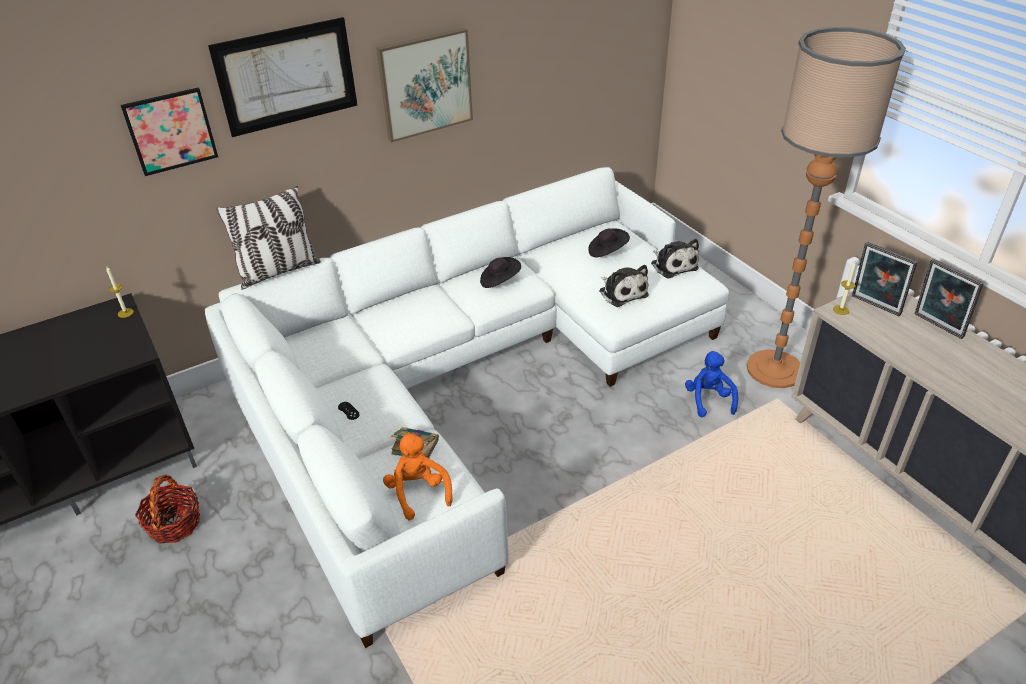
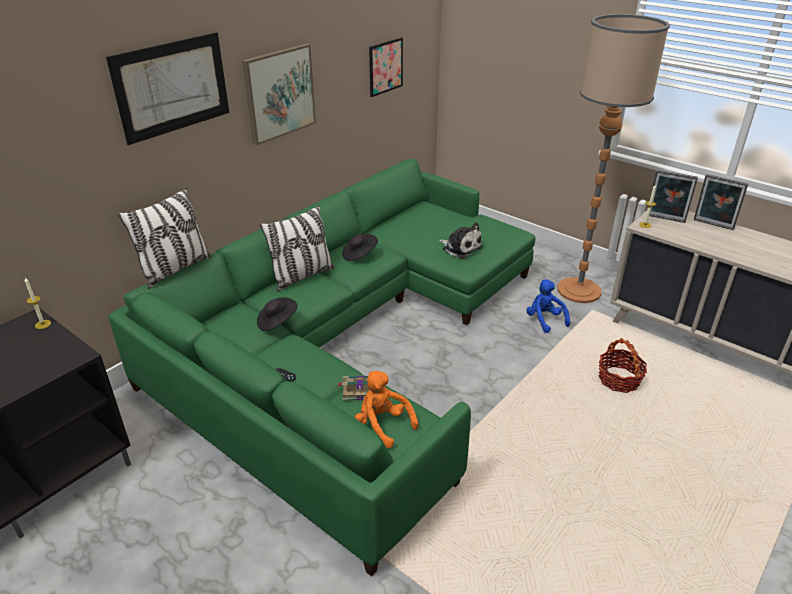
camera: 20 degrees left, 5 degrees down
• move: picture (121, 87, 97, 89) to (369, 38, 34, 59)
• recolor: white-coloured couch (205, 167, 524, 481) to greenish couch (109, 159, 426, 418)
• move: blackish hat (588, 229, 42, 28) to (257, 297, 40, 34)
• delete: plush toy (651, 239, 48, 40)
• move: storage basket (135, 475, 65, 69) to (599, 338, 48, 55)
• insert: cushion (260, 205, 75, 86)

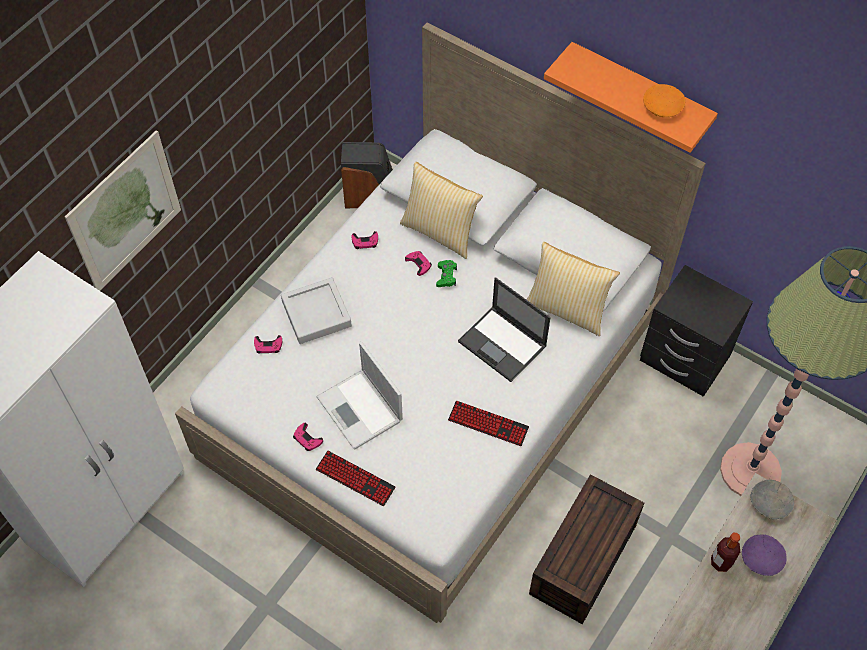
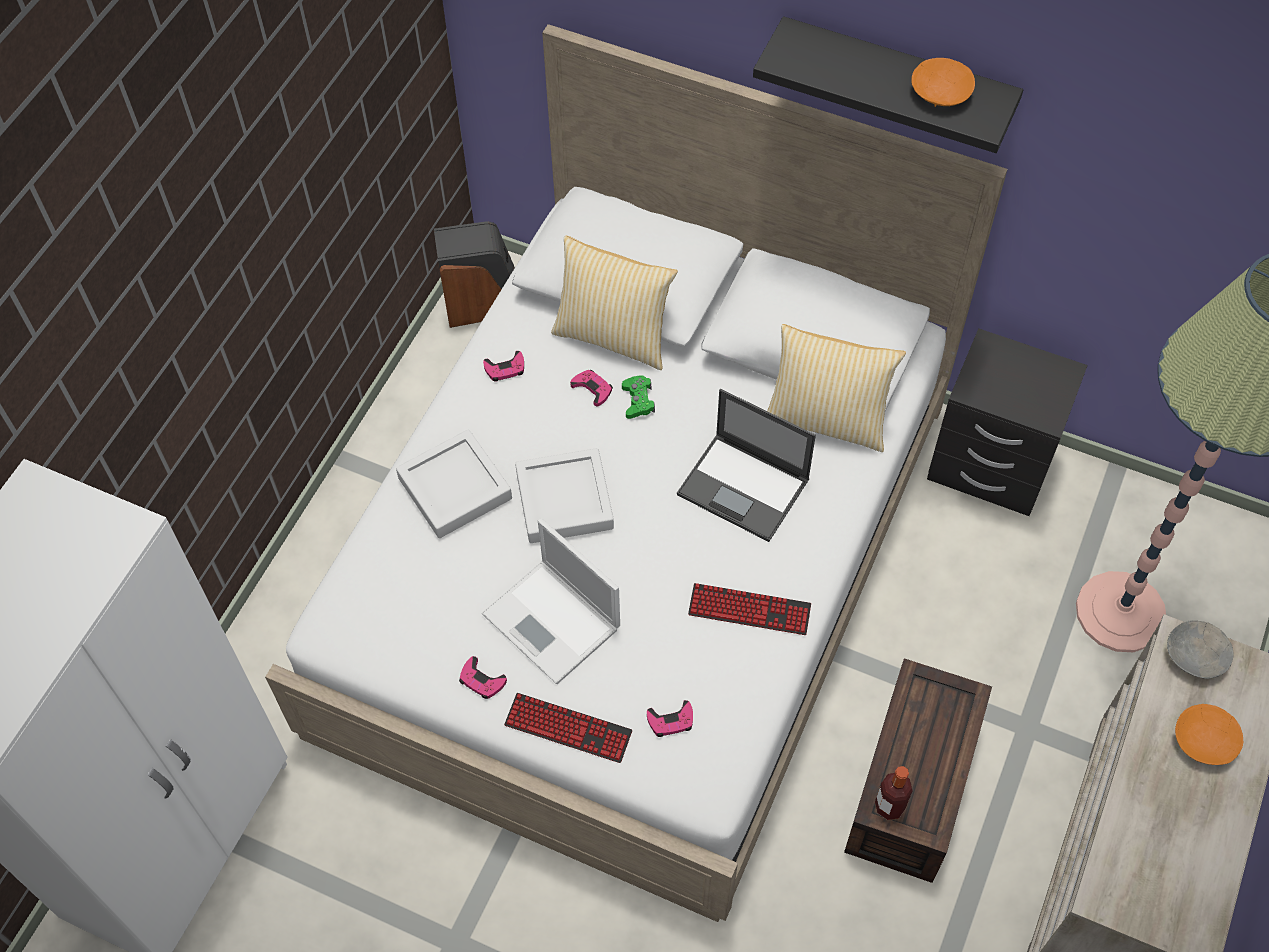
camera: 10 degrees left, 0 degrees up
• recolor: orangey wall shelf (544, 42, 174, 111) to blackish wall shelf (753, 16, 270, 137)
• delete: picture (65, 131, 116, 160)
• move: pink gamepad (254, 335, 28, 19) to (647, 700, 46, 37)
• move: drink bottle (711, 533, 29, 39) to (875, 766, 38, 54)
• recolor: purplish deep dish (742, 535, 45, 41) to orangey deep dish (1175, 704, 68, 61)
• insert: grey carrying tray (515, 448, 99, 95)

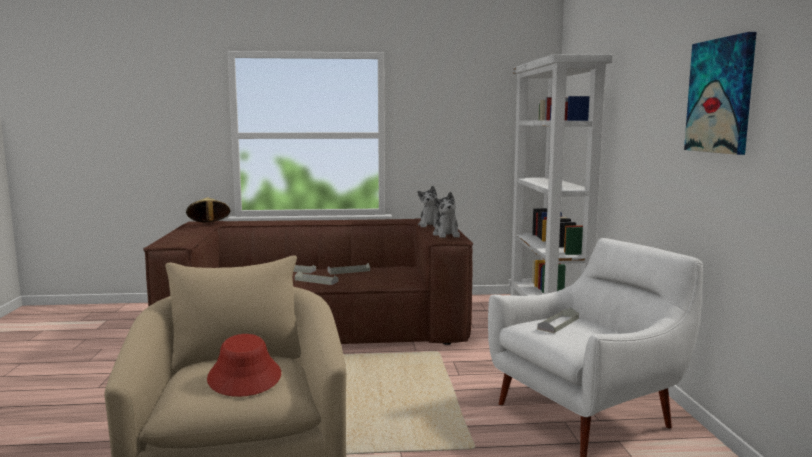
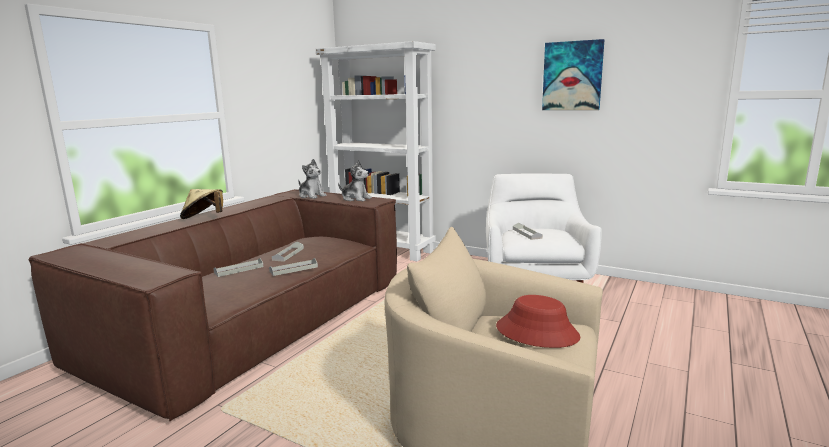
camera: 55 degrees left, 5 degrees up
• move: sand-coloured hat (186, 197, 45, 25) to (180, 189, 43, 30)

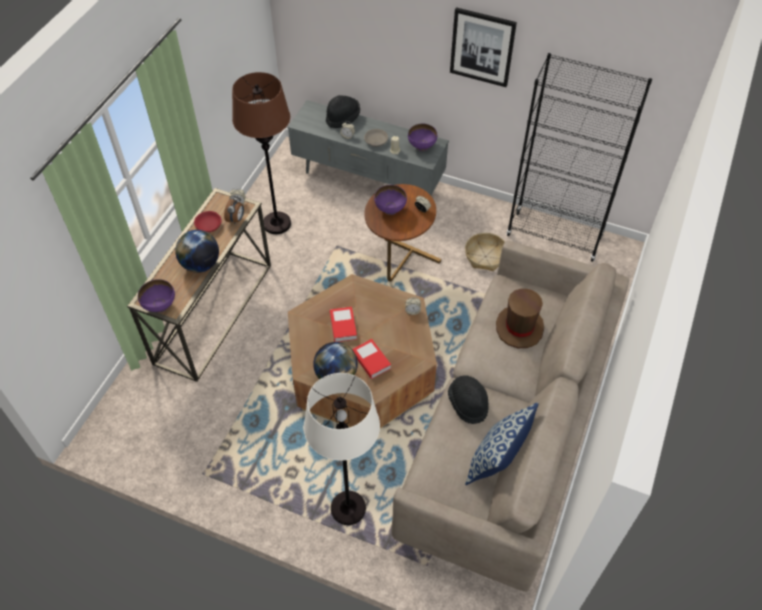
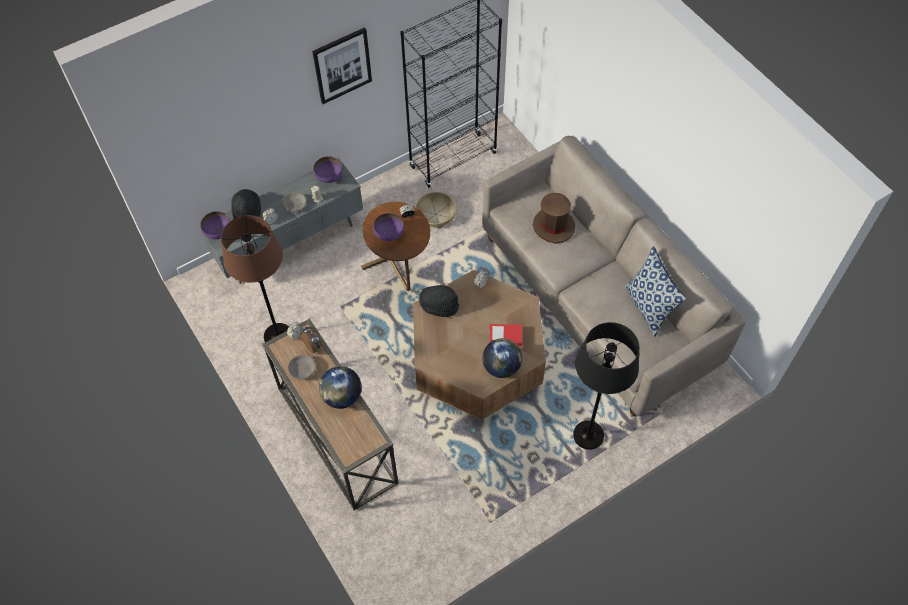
camera: 55 degrees left, 5 degrees up
• recolor: red-coloured deep dish (194, 211, 28, 21) to grey deep dish (288, 355, 28, 25)
• move: purplish deep dish (138, 279, 37, 34) to (200, 211, 30, 28)
• delete: bound book (330, 307, 27, 35)
• recolor: white-coloured standard lamp (304, 373, 76, 152) to blackish standard lamp (573, 322, 66, 128)
• move: blackish hat (448, 375, 41, 49) to (419, 285, 40, 32)

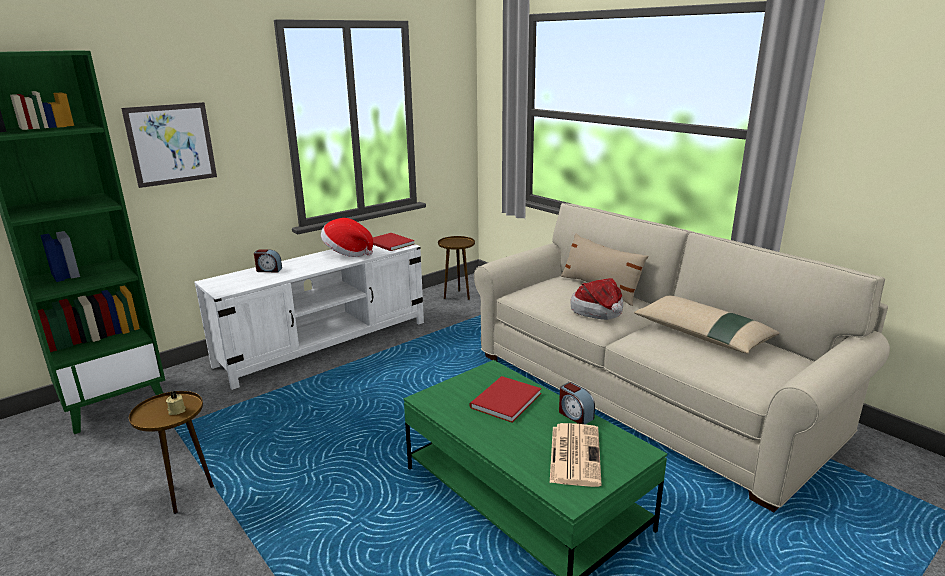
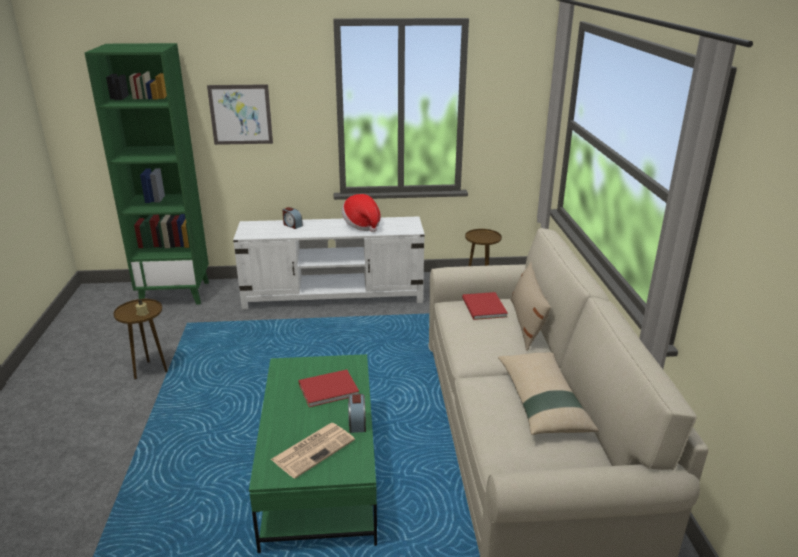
camera: 35 degrees right, 5 degrees up
• move: red-coloured bound book (373, 233, 42, 18) to (462, 292, 46, 28)
• delete: hat (571, 278, 52, 42)

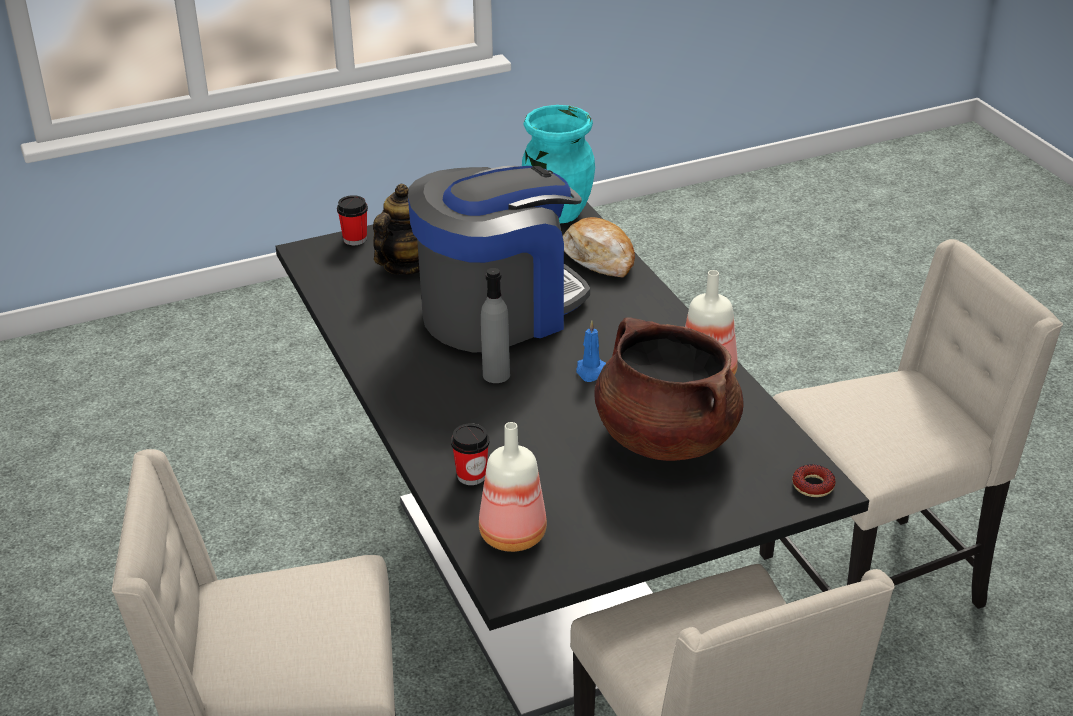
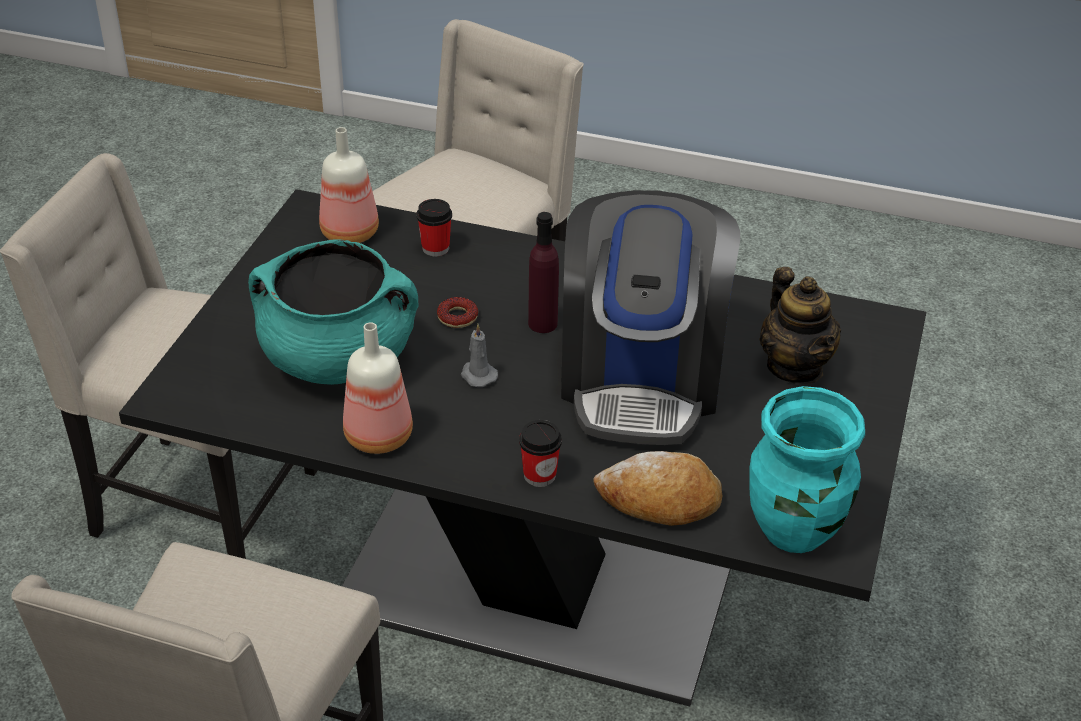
camera: 130 degrees right, 5 degrees up
• move: cup (337, 195, 31, 50) to (519, 420, 43, 67)
• recolor: grey drink bottle (481, 268, 29, 115) to purplish drink bottle (528, 212, 31, 121)
• recolor: brown-coloured stockpot (594, 317, 149, 144) to turquoise stockpot (248, 239, 170, 146)
• recolor: blue wax candle (576, 321, 30, 61) to grey wax candle (461, 324, 37, 63)
• move: ring doughnut (793, 464, 43, 33) to (437, 297, 41, 31)

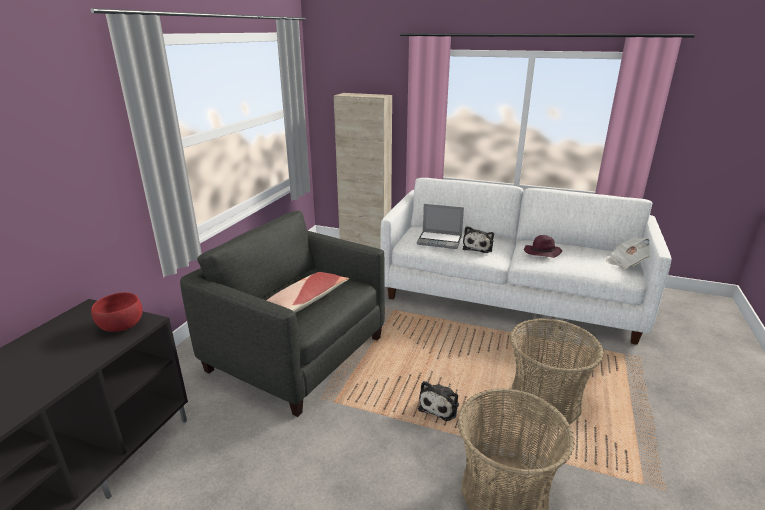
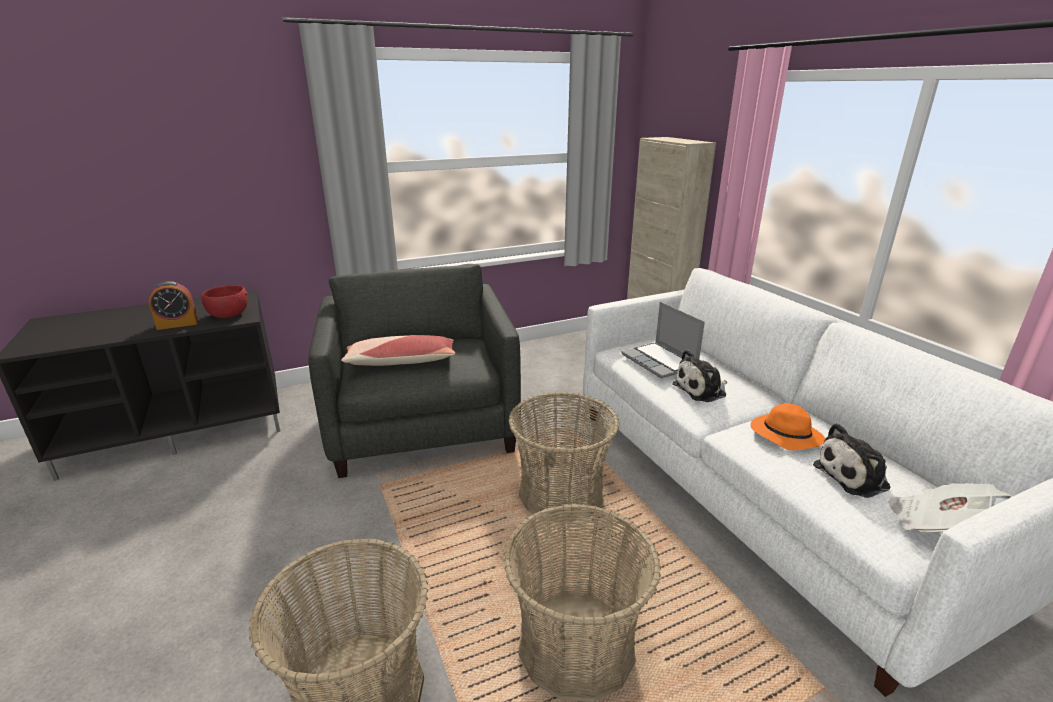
camera: 45 degrees right, 0 degrees up
• recolor: purplish hat (524, 235, 38, 23) to orangey hat (750, 404, 75, 46)
• move: plush toy (418, 381, 41, 40) to (813, 423, 78, 75)
• insert: alarm clock (149, 281, 49, 49)
• insert: storage basket (508, 392, 111, 130)

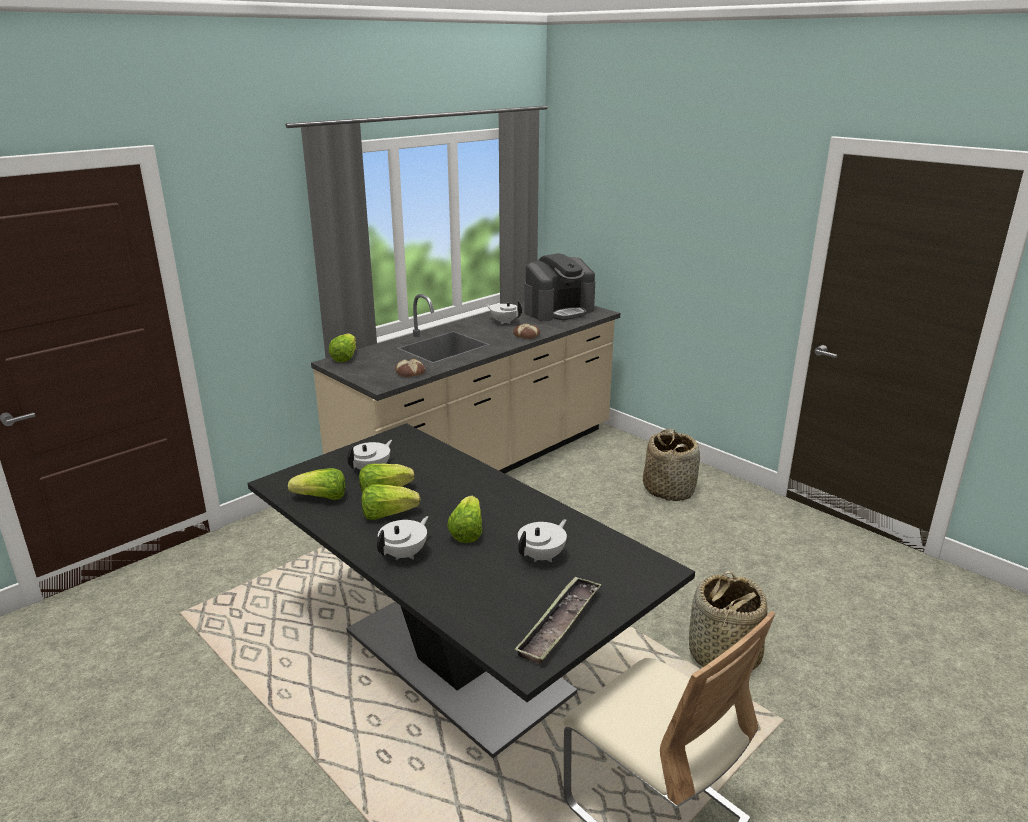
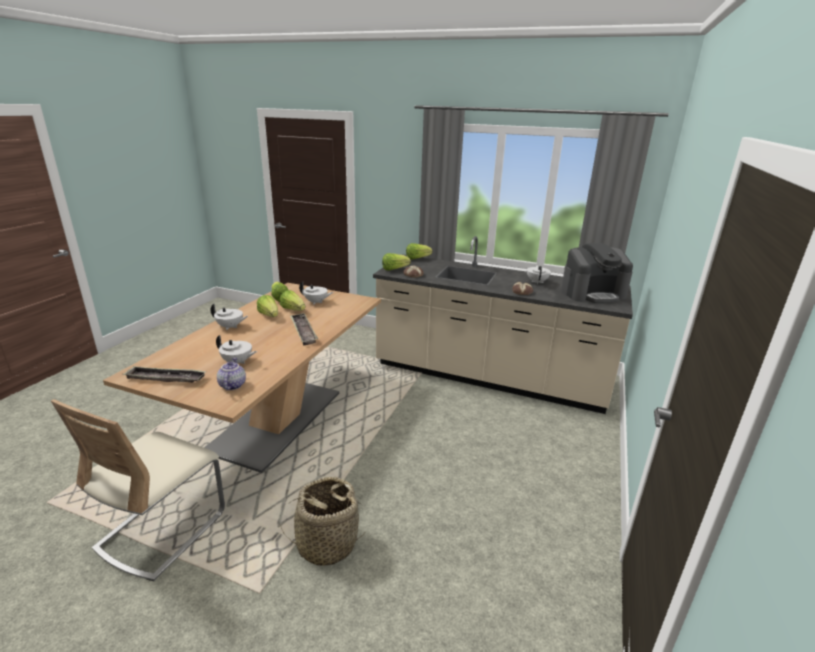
camera: 65 degrees right, 0 degrees up
• rotate: coffee machine (524, 253, 71, 68) = (561, 243, 72, 60) 45 degrees counterclockwise
• recolor: blackish dining table (247, 423, 448, 335) to sand-coloured dining table (103, 283, 278, 190)
• delete: storage basket (643, 429, 57, 72)
• move: lettuce (447, 496, 35, 47) to (382, 253, 29, 18)
• insert: carrying tray (290, 313, 28, 32)
• insert: pot for tea (217, 358, 29, 32)

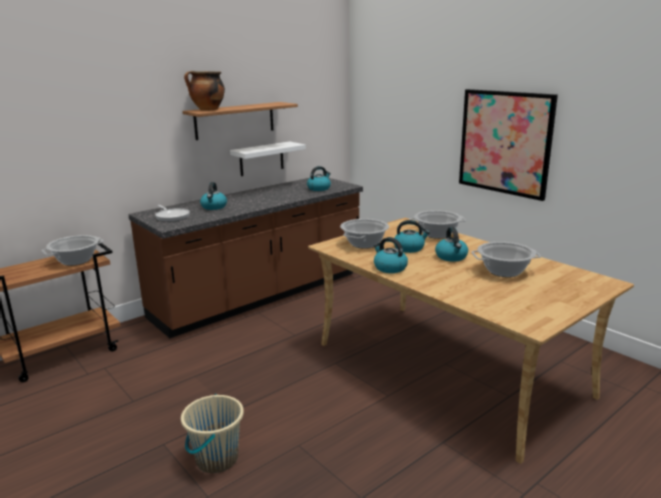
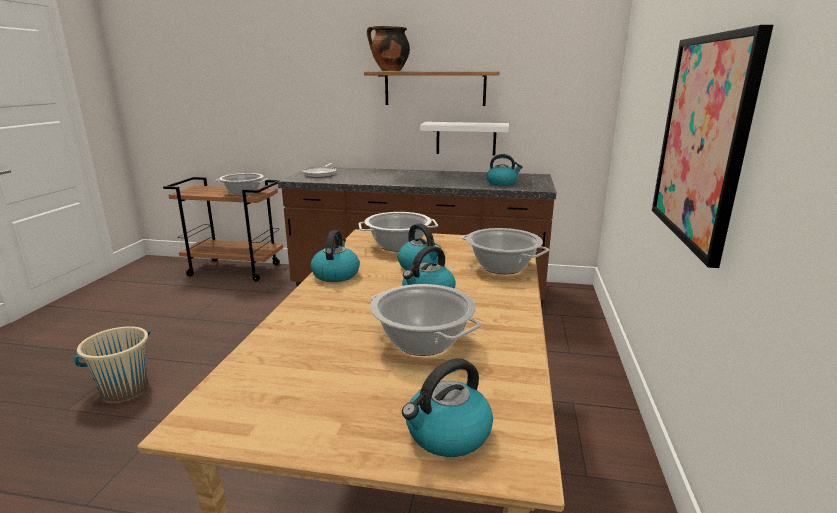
camera: 50 degrees right, 0 degrees up
• move: tea kettle (200, 182, 27, 28) to (402, 358, 91, 99)

